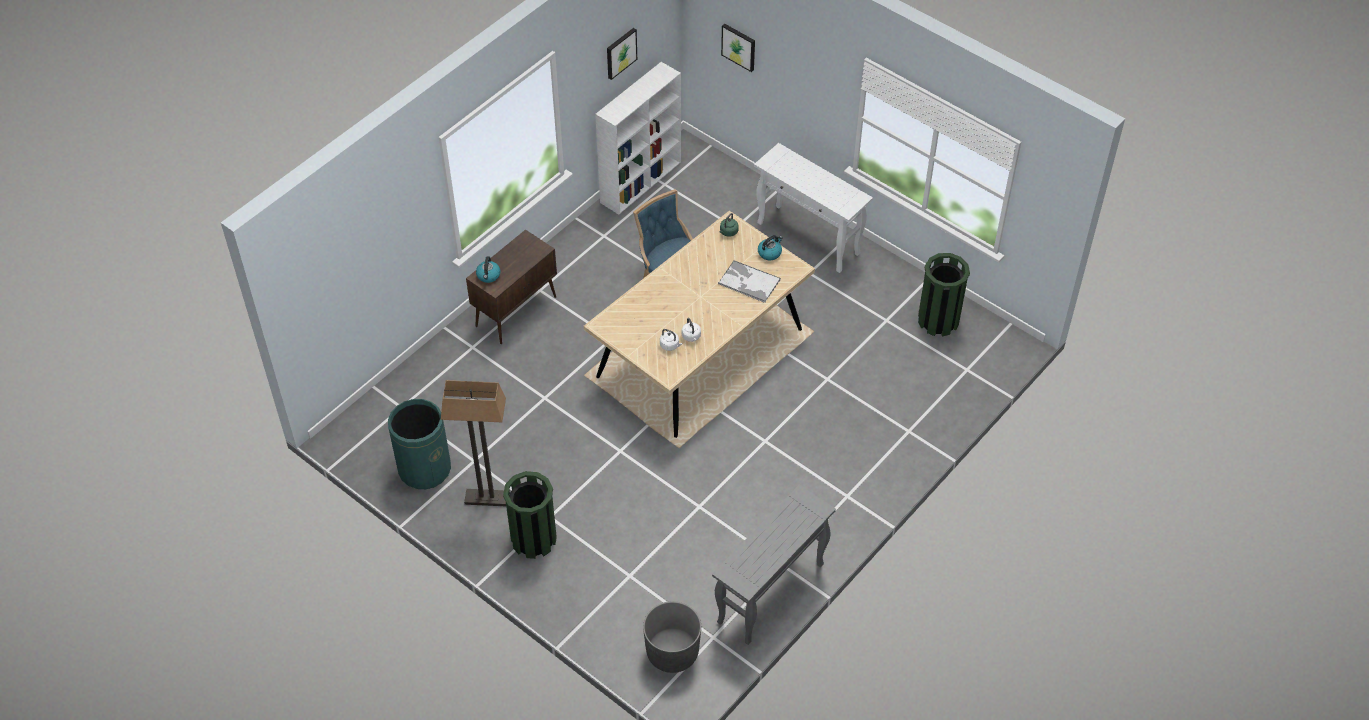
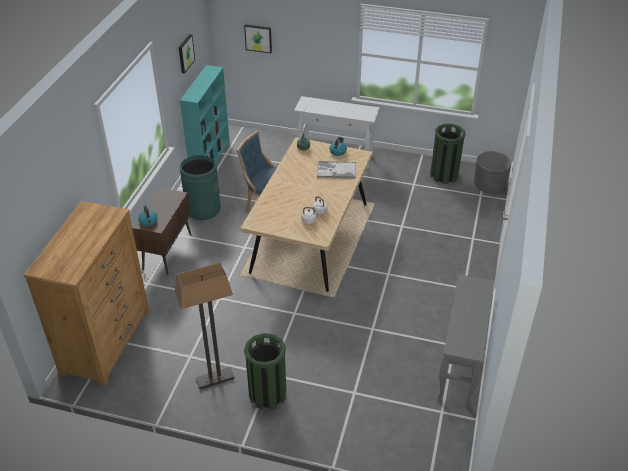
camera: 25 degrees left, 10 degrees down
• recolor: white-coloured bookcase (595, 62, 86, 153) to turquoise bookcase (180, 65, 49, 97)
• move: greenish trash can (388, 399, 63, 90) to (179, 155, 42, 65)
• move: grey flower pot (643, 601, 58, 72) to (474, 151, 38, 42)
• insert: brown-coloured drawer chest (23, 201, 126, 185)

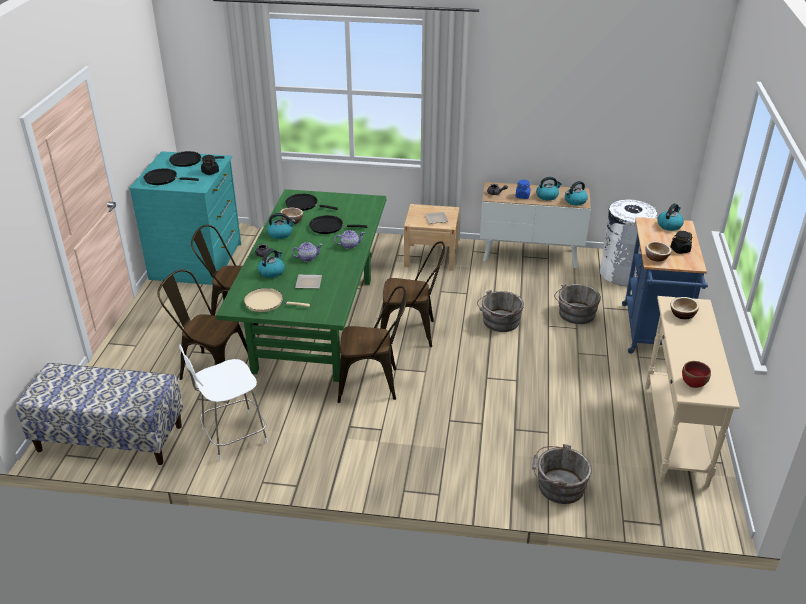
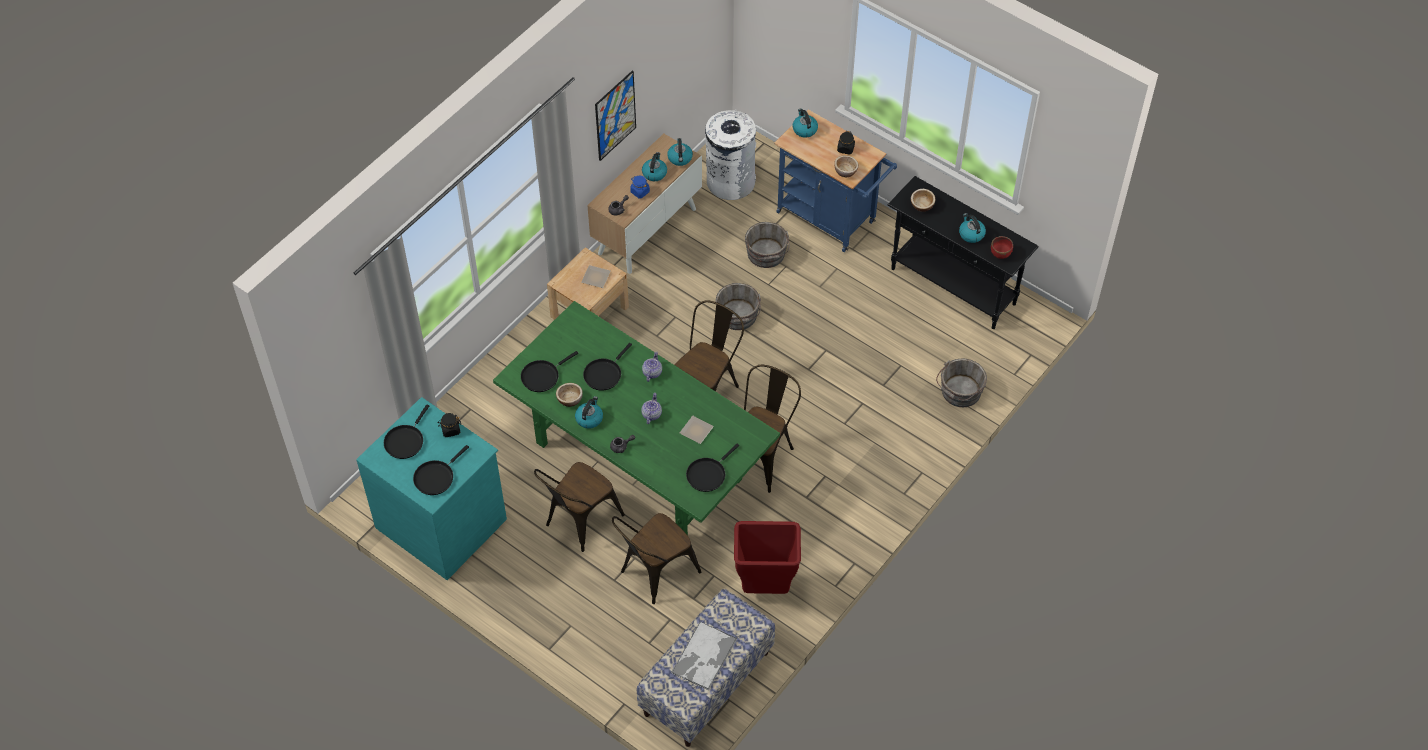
camera: 60 degrees left, 20 degrees up
• move: tea kettle (258, 249, 27, 29) to (959, 213, 27, 30)
• recolor: sand-coloured pan (244, 288, 66, 24) to blackish pan (686, 443, 53, 49)
• recolor: sand-coloured console table (645, 296, 95, 192) to blackish console table (888, 176, 151, 153)
• replace: white-coloured upright chair (179, 345, 89, 116) to red-coloured trash can (734, 521, 67, 73)
• insert: picture (595, 70, 41, 91)
• insert: carrying tray (671, 622, 66, 69)

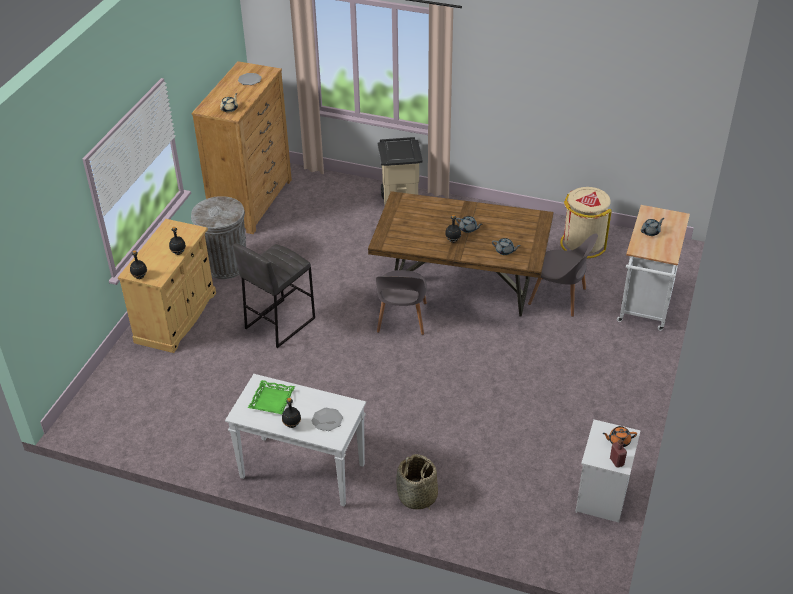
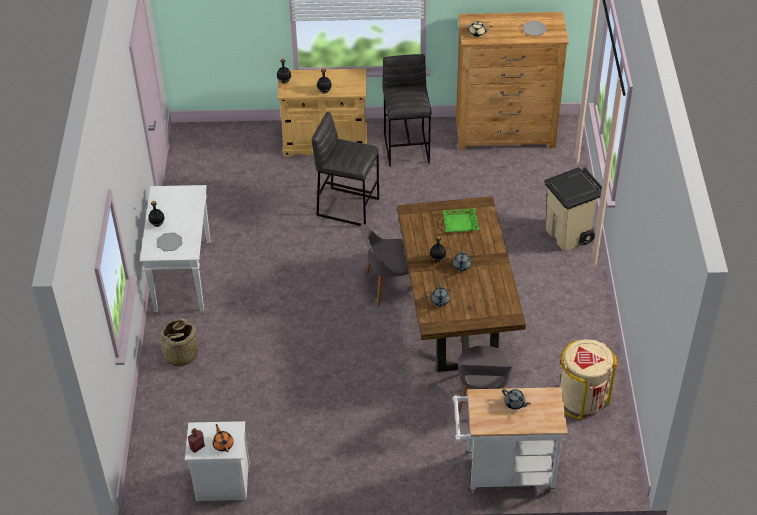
camera: 70 degrees right, 5 degrees up
• replace: grey trash can (191, 196, 55, 83) to grey stool (383, 54, 49, 113)
• move: greenish carrying tray (248, 380, 47, 34) to (442, 208, 37, 24)

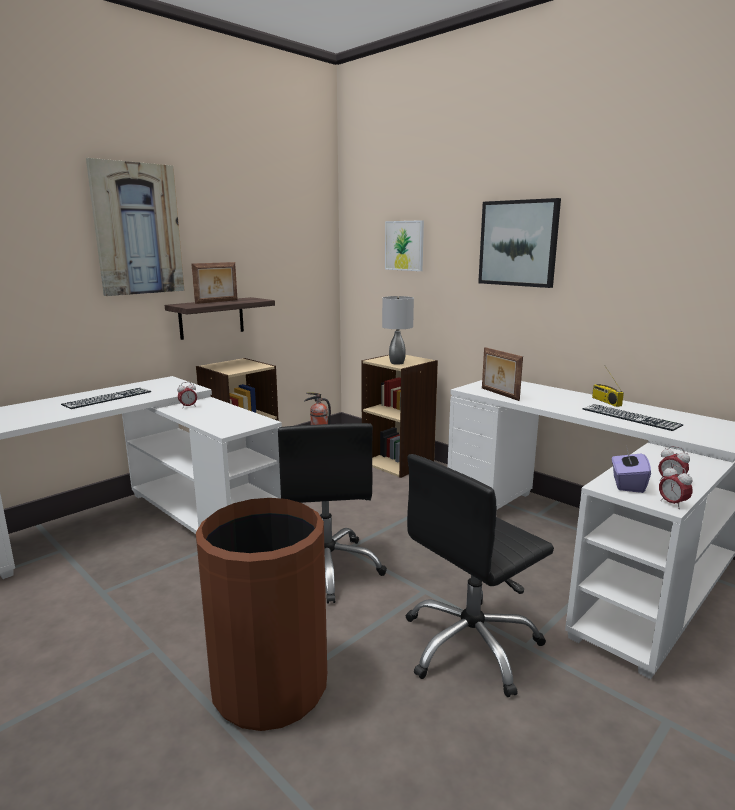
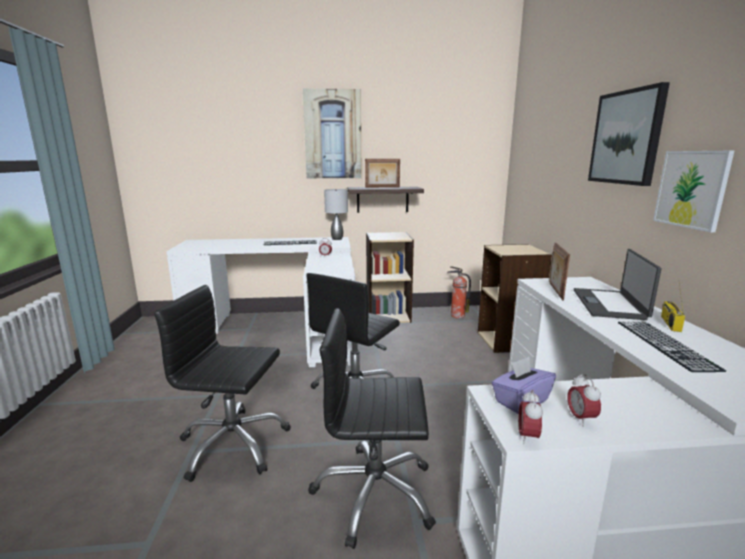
camera: 40 degrees right, 0 degrees up
• move: picture (385, 220, 39, 51) to (653, 151, 81, 81)
• move: grey table lamp (382, 296, 32, 69) to (324, 189, 24, 51)
• replace: brown-coloured trash can (196, 498, 131, 233) to blackish office chair (154, 285, 137, 197)
• insert: portable computer (574, 249, 87, 71)

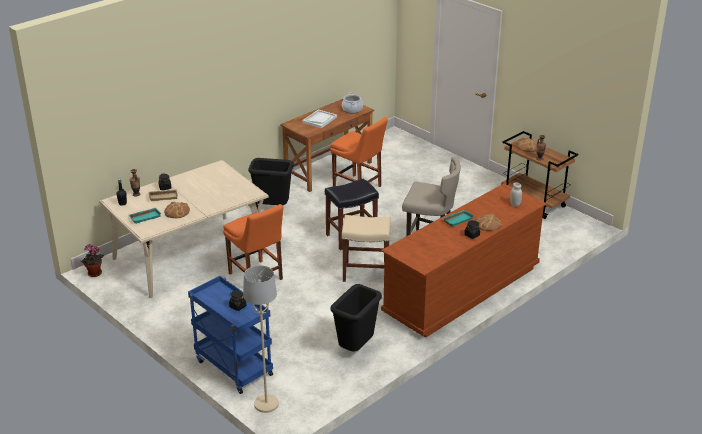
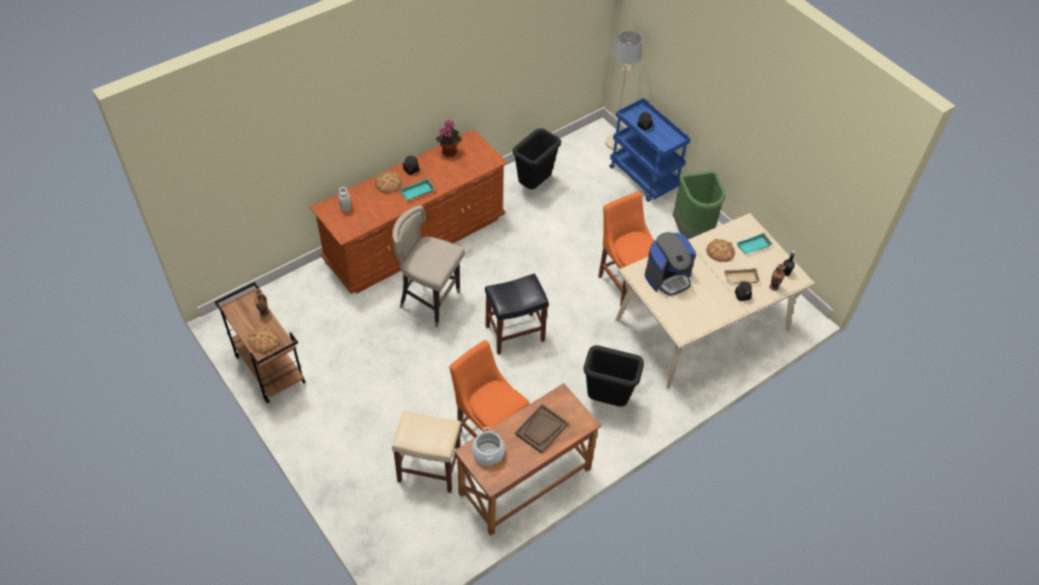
camera: 175 degrees left, 20 degrees up
• recolor: white-coloured carrying tray (302, 110, 35, 18) to brown-coloured carrying tray (515, 404, 54, 50)
• move: sand-coloured stool (342, 215, 49, 67) to (392, 410, 69, 83)
• move: plant in a pot (81, 244, 23, 33) to (436, 119, 26, 38)
• insert: greenish trash can (673, 171, 52, 68)
• insert: coffee machine (645, 232, 51, 64)

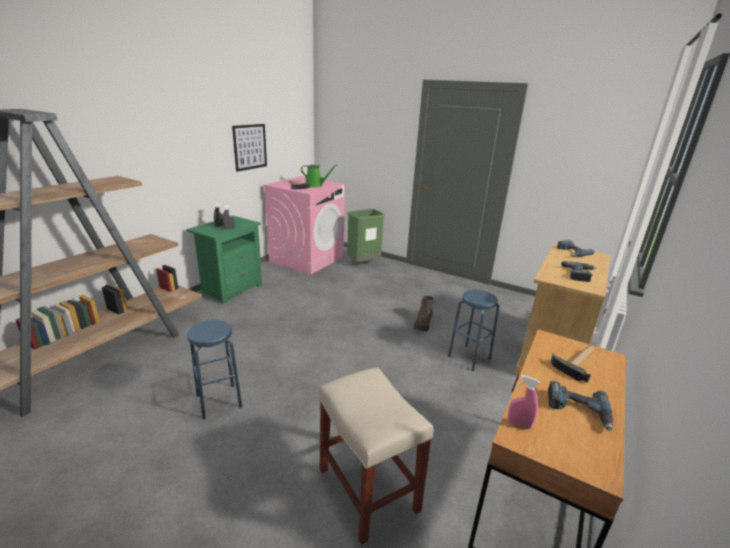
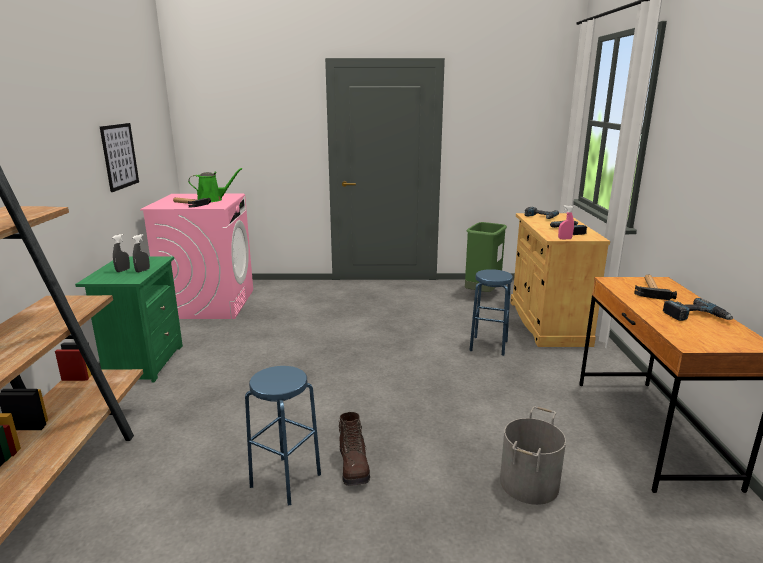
camera: 30 degrees left, 5 degrees down
• move: greenish trash can (347, 209, 38, 53) to (465, 222, 42, 70)
• move: brown-coloured boot (413, 296, 21, 36) to (339, 412, 31, 74)
• replace: sand-coloured stool (319, 367, 114, 178) to grey water bucket (500, 406, 66, 99)
• move: pink hand sprayer (508, 375, 32, 54) to (558, 205, 16, 34)

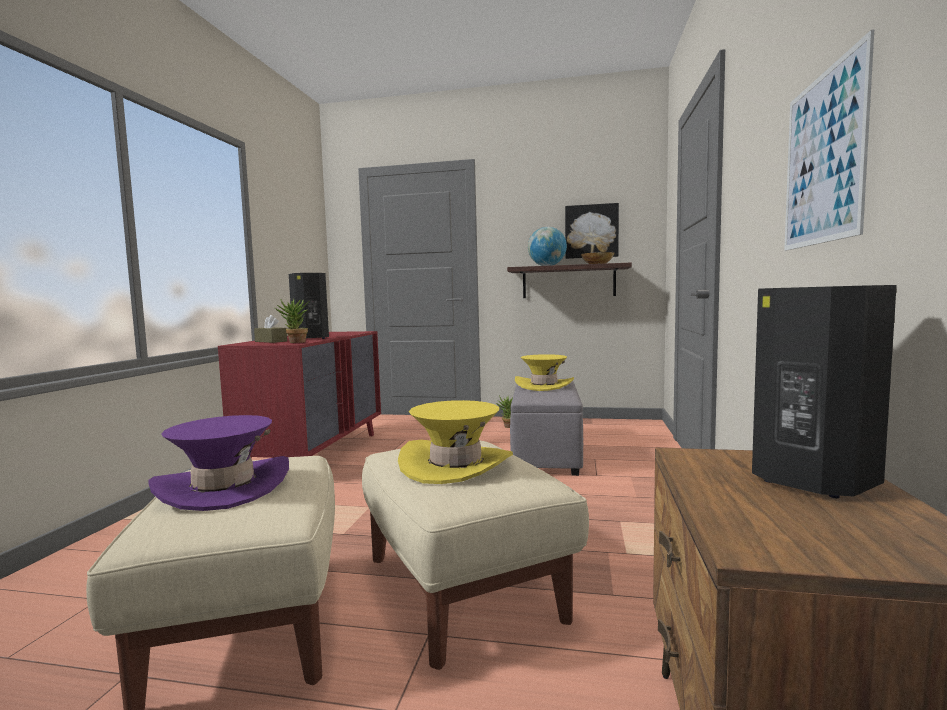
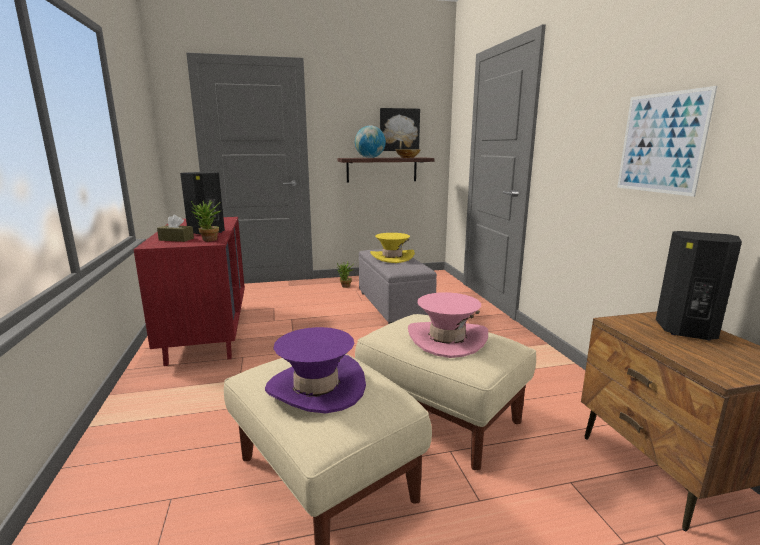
camera: 25 degrees left, 10 degrees up
• recolor: yellow hat (398, 400, 115, 84) to pink hat (408, 292, 80, 66)

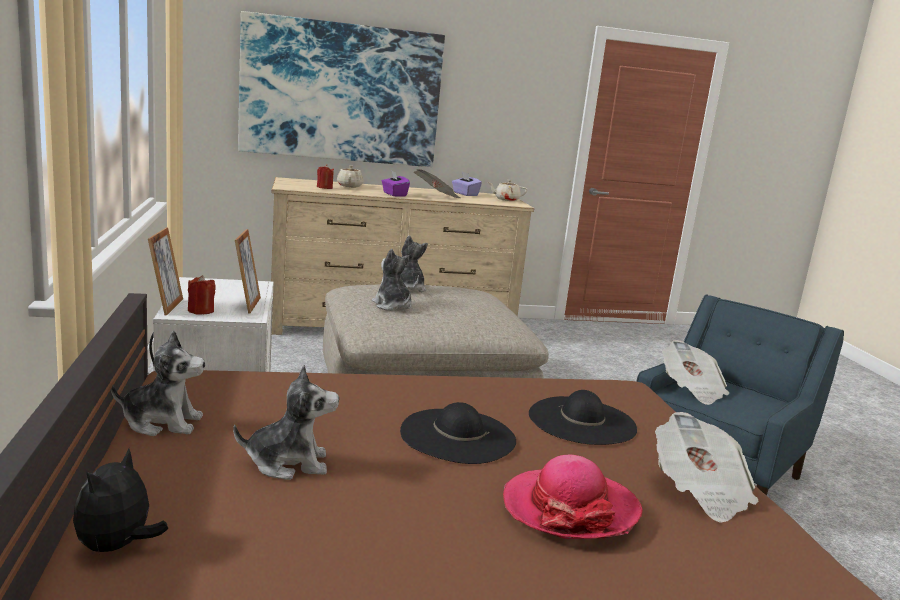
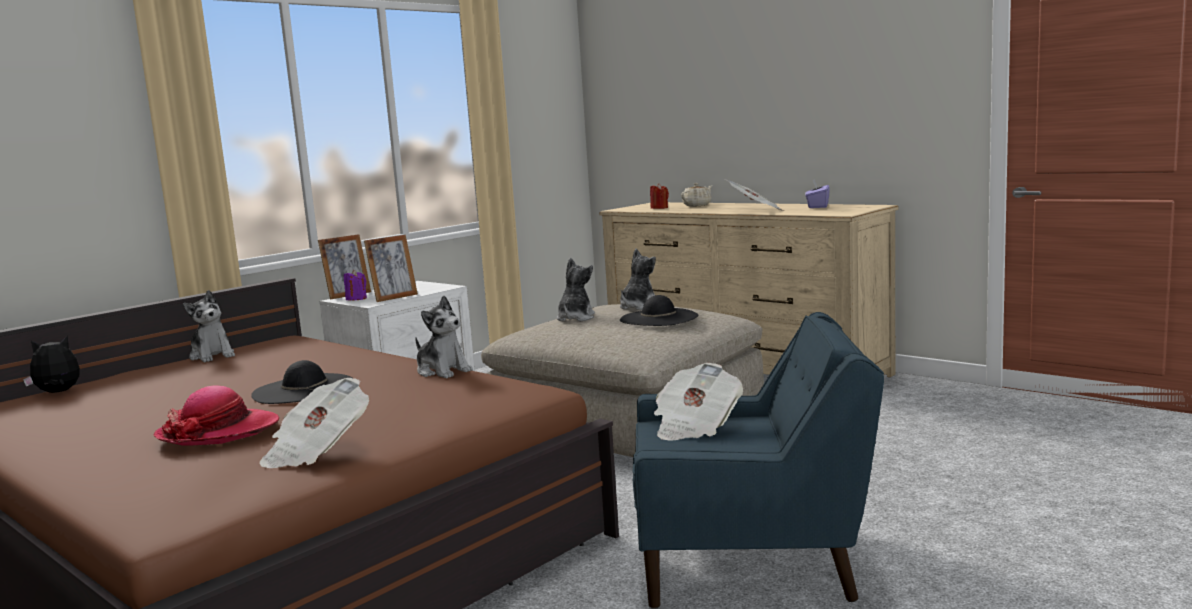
camera: 55 degrees right, 5 degrees down
• delete: picture (238, 11, 207, 156)
• delete: purplish box of tissues (382, 170, 28, 27)
• delete: sand-coloured pot for tea (488, 180, 39, 21)
• recolor: red-coloured wax candle (188, 275, 28, 39) to purplish wax candle (344, 270, 23, 31)
• move: plush toy (233, 365, 106, 115) to (415, 296, 58, 82)
• move: blackish hat (529, 390, 108, 55) to (620, 295, 78, 31)

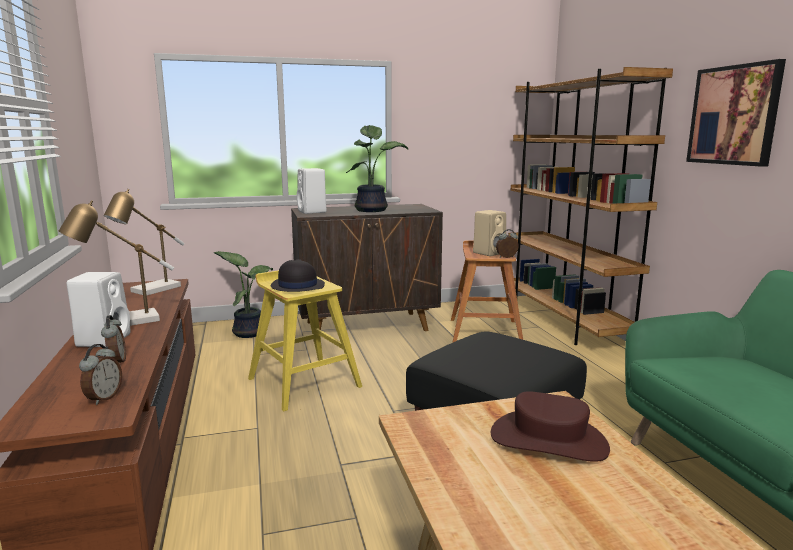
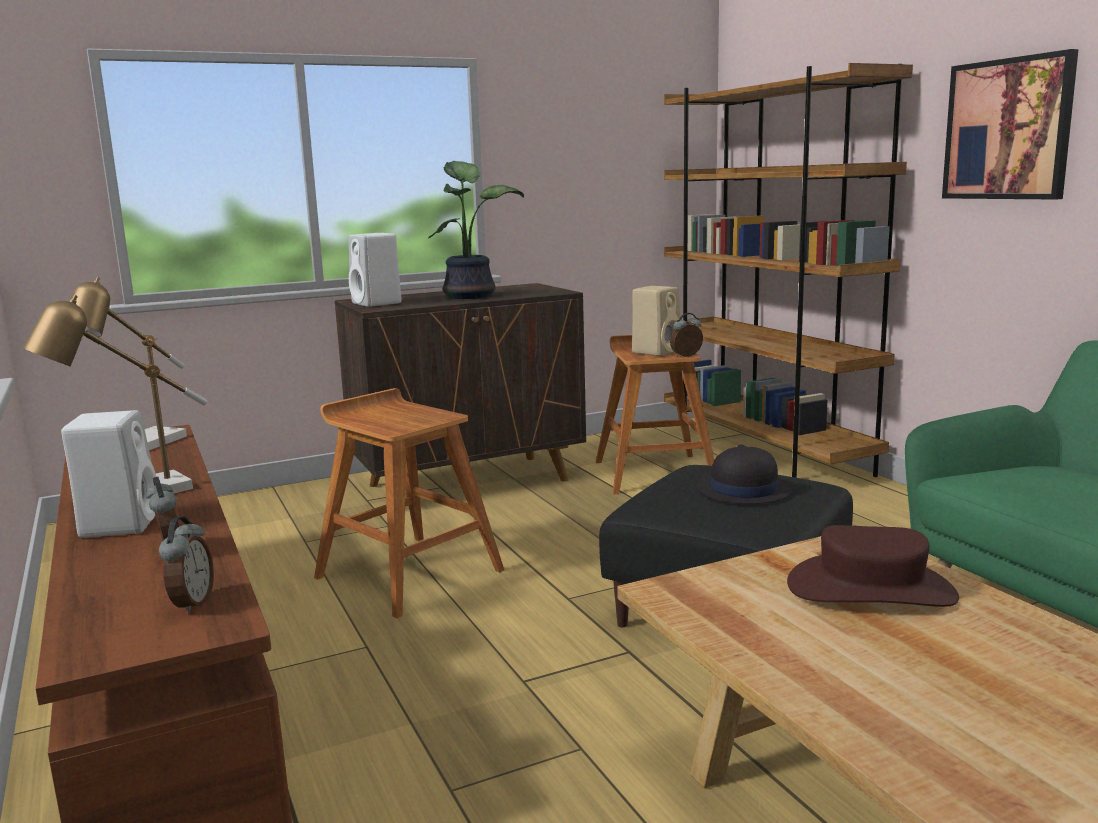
camera: 10 degrees left, 0 degrees up
• delete: plant in a pot (213, 251, 60, 87)
• move: blackish hat (271, 259, 54, 33) to (697, 444, 94, 60)
• recolor: yellow stool (248, 270, 114, 141) to brown-coloured stool (314, 388, 190, 231)

